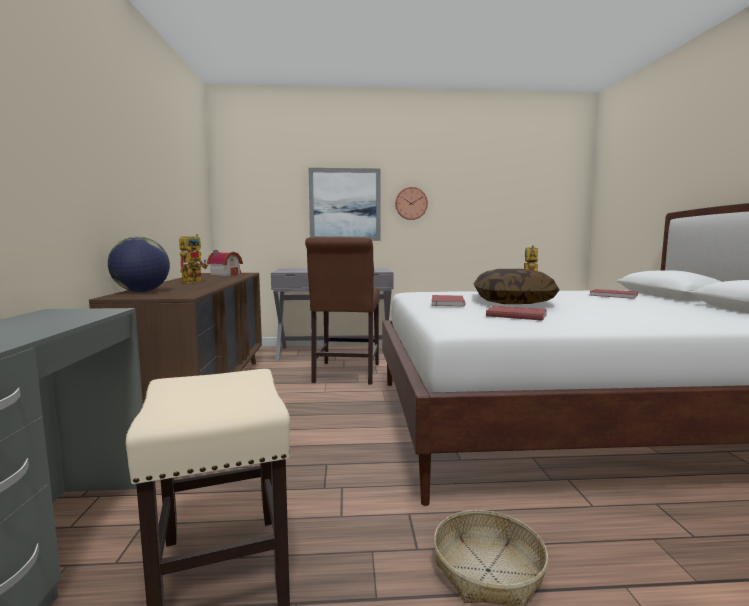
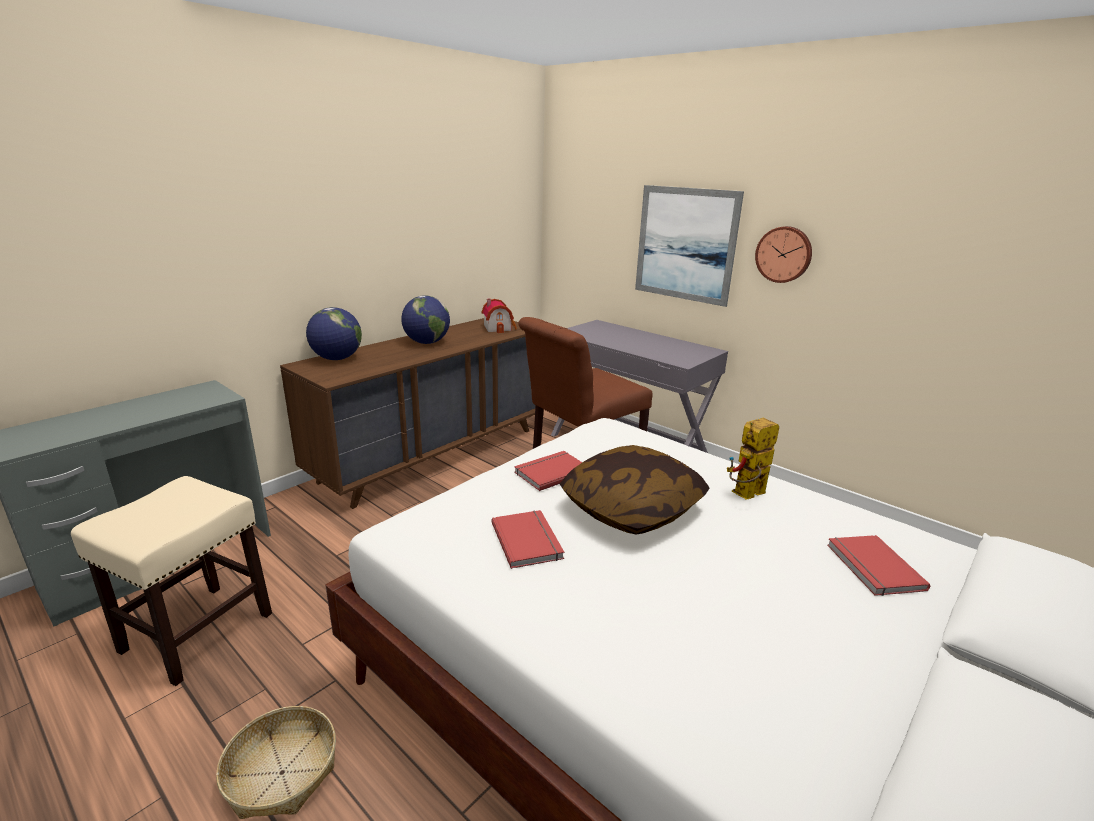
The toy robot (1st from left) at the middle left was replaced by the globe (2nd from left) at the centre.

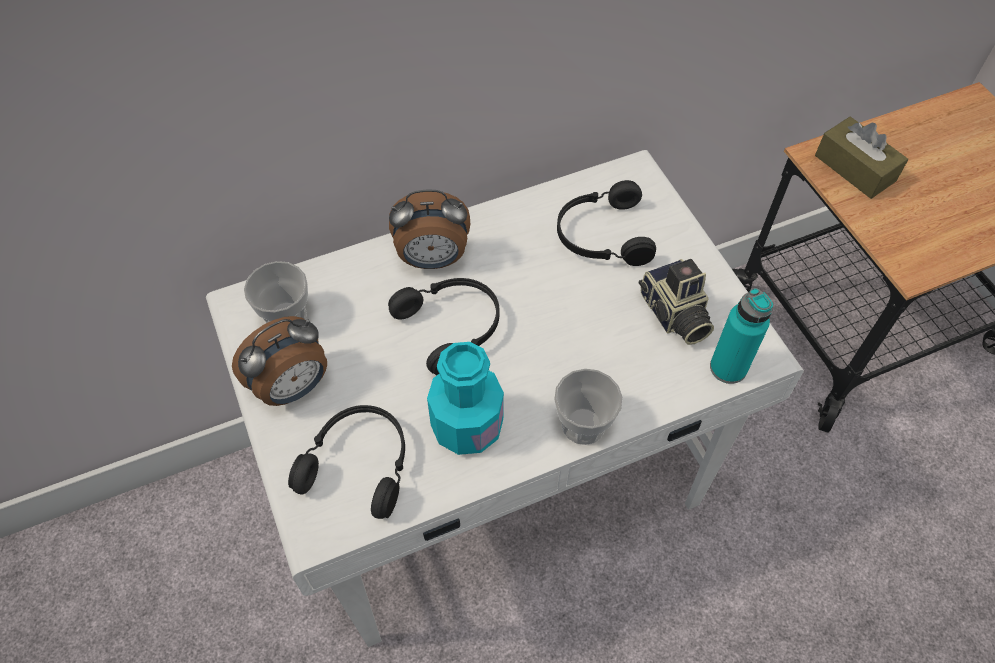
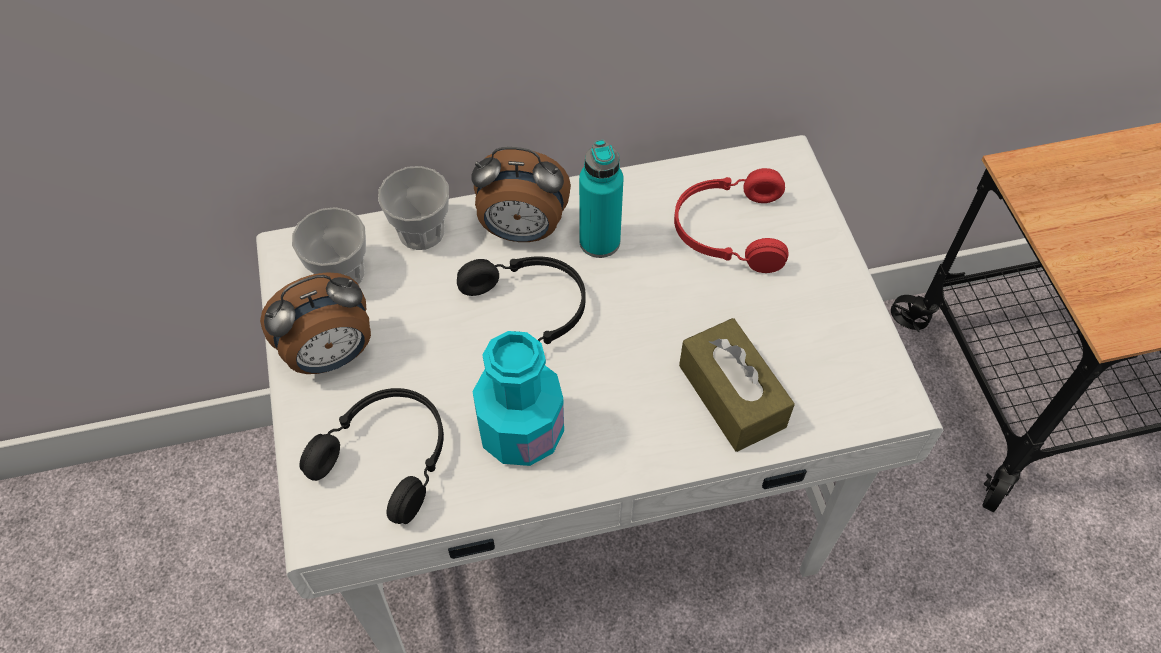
The photo camera at the middle right disappeared.
The cup (2nd from left) moved from the centre to the top centre.
The turquoise bottle (2nd from left) moved from the middle right to the top centre.
The brown tissue box moved from the top right to the centre.
The black headphones (3rd from left) at the centre became the red headphones at the centre.

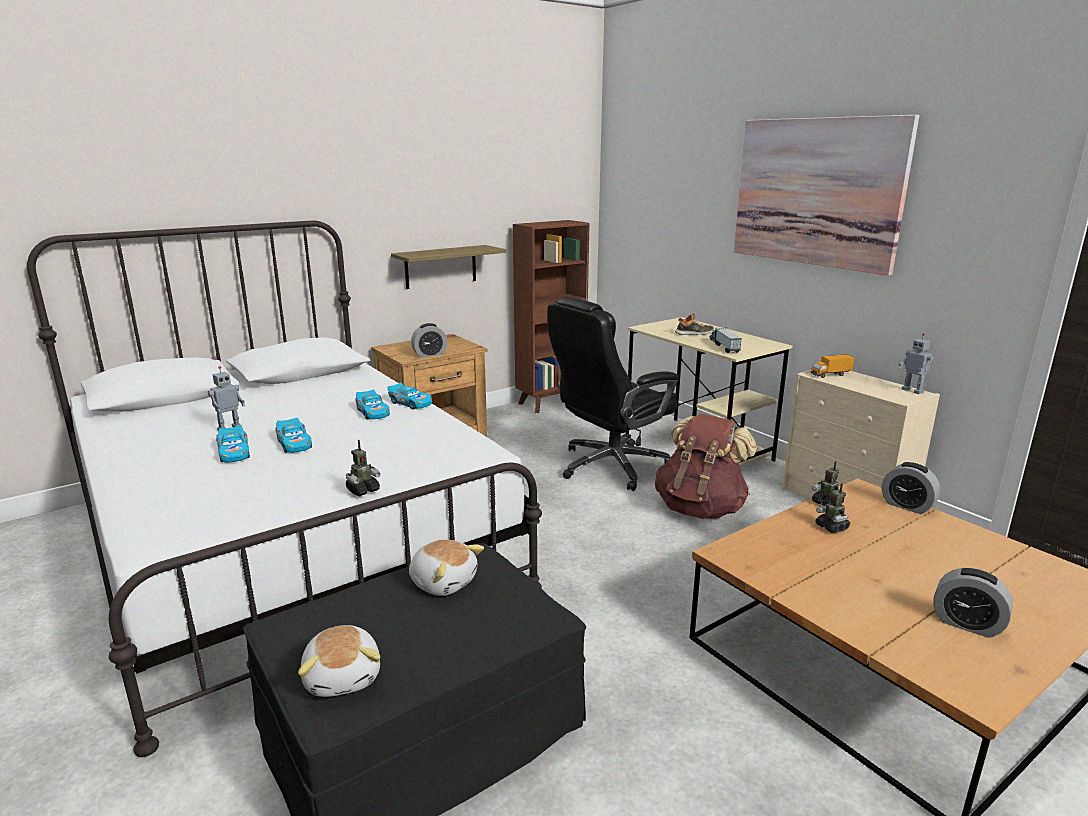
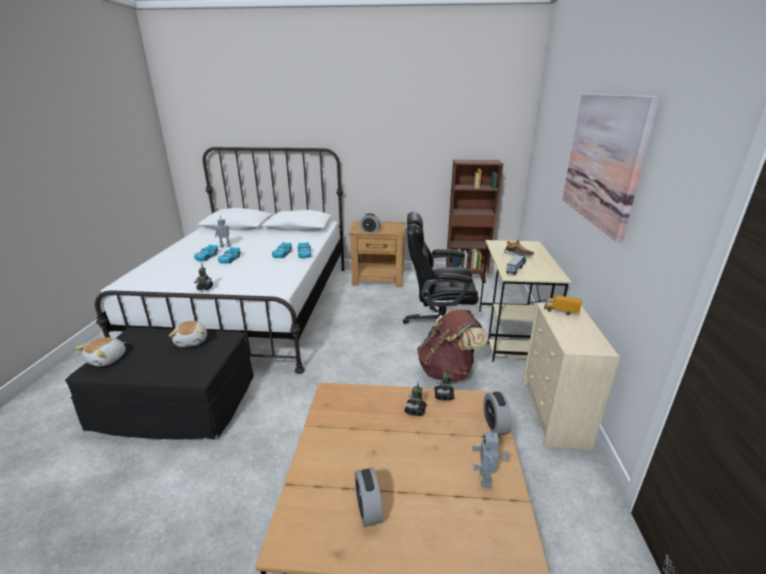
The shelf at the top centre disappeared.
The toy robot (5th from left) moved from the middle right to the bottom centre.

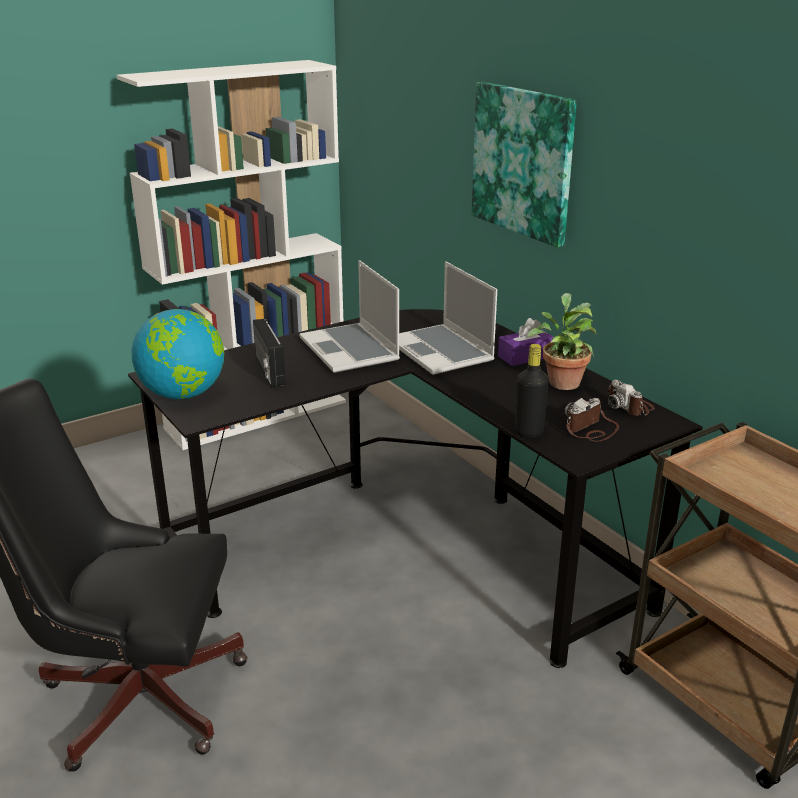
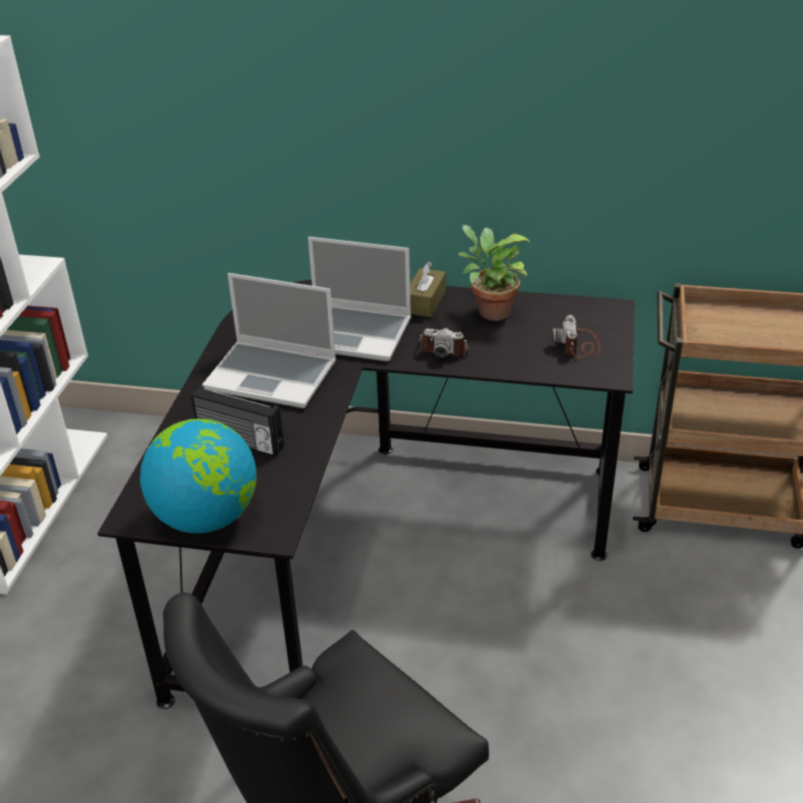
The picture at the top centre disappeared.
The black bottle at the middle right disappeared.
The photo camera (2nd from left in the first image) moved from the middle right to the centre.
The purple tissue box at the centre became the brown tissue box at the centre.

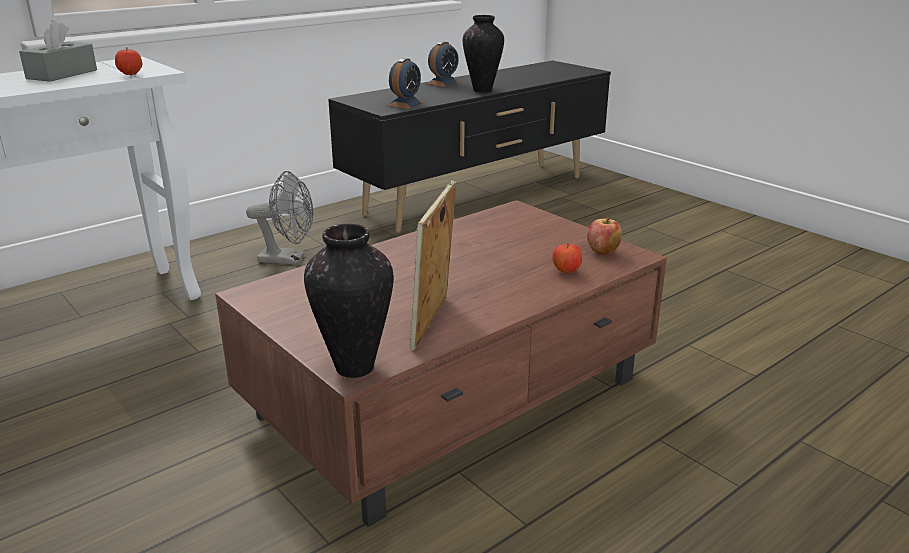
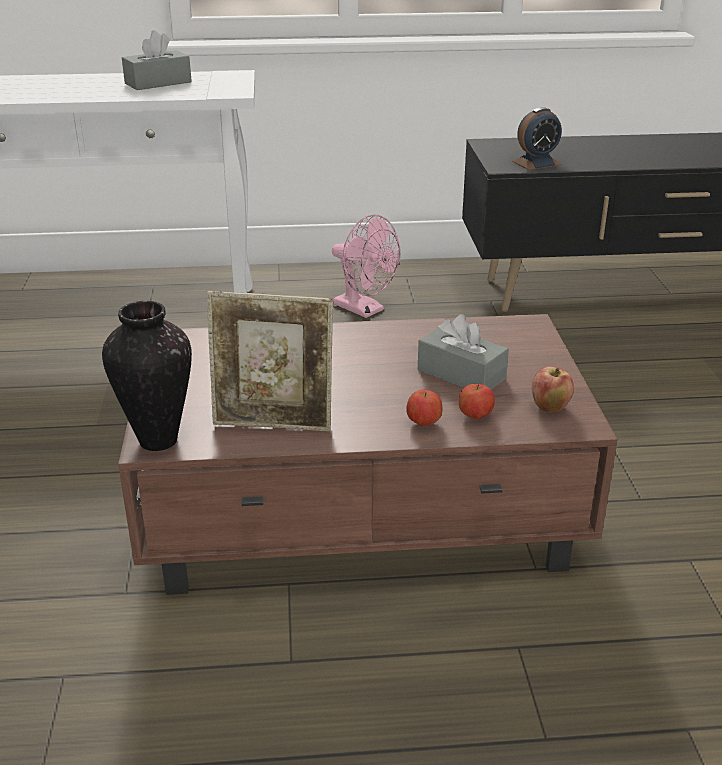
The alarm clock (2nd from left) at the top centre disappeared.
The vase (2nd from left) at the top centre disappeared.
The grey tissue box (2nd from left) at the centre appeared.
The apple (1st from left) moved from the top left to the centre.
The grey fan at the middle left became the pink fan at the centre.
The picture frame at the centre turned 135 degrees counterclockwise.

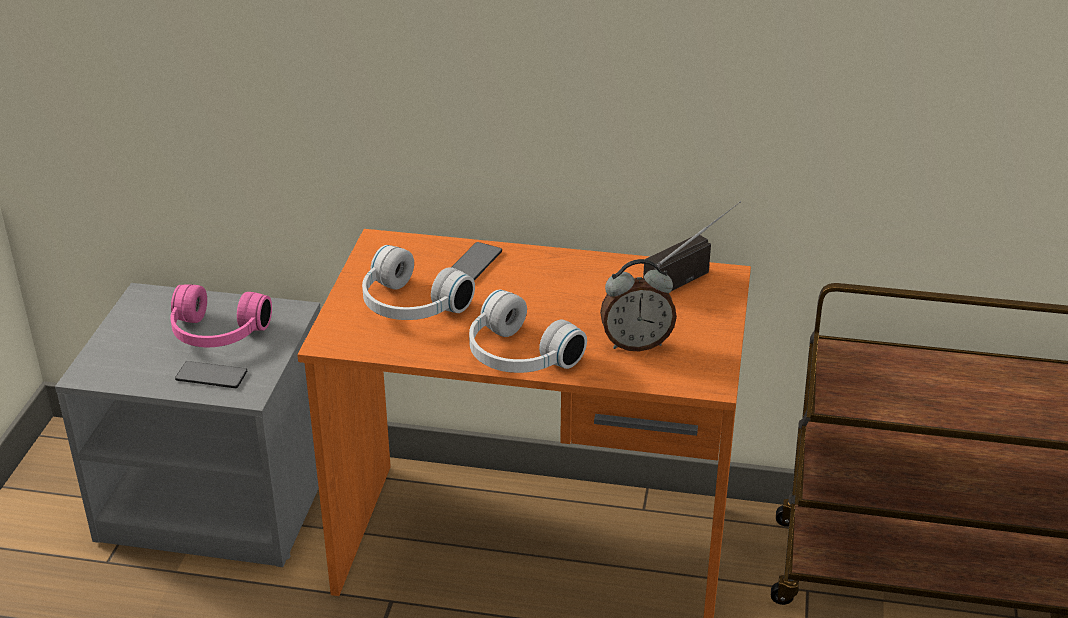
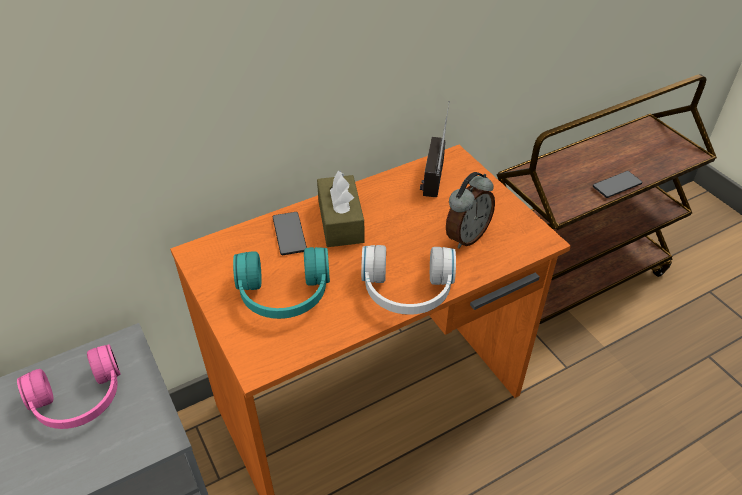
The brown tissue box at the centre appeared.
The phone (1st from left in the first image) moved from the middle left to the middle right.
The white headphones (1st from left) at the centre became the turquoise headphones at the centre.

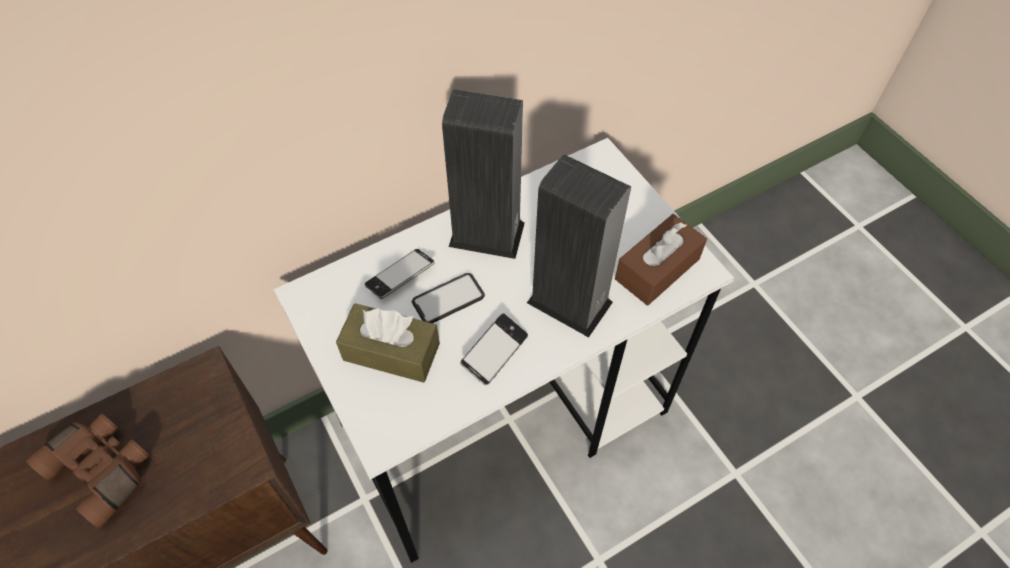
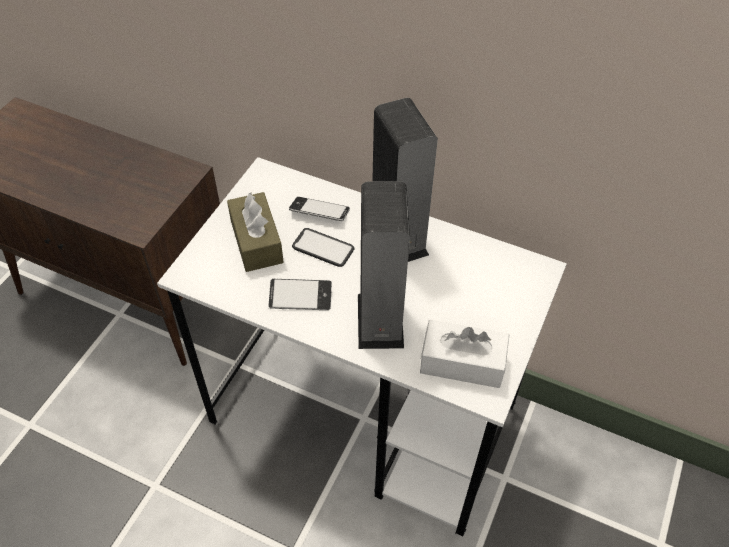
The brown binoculars at the bottom left disappeared.
The brown tissue box (2nd from left) at the centre became the white tissue box at the centre.

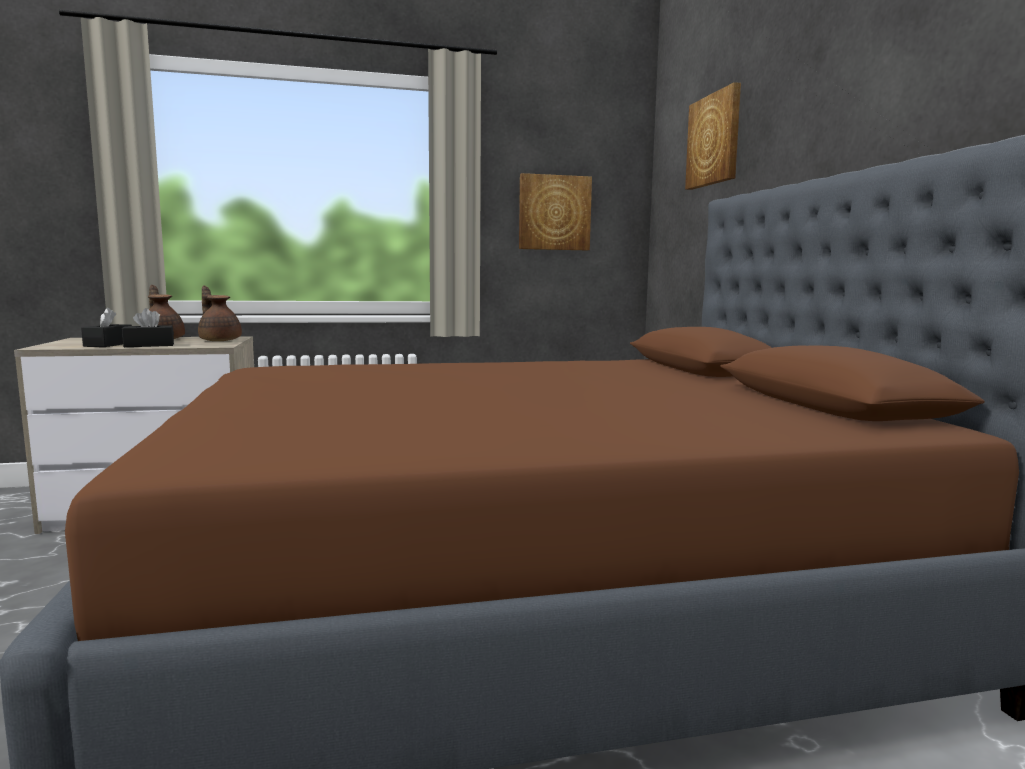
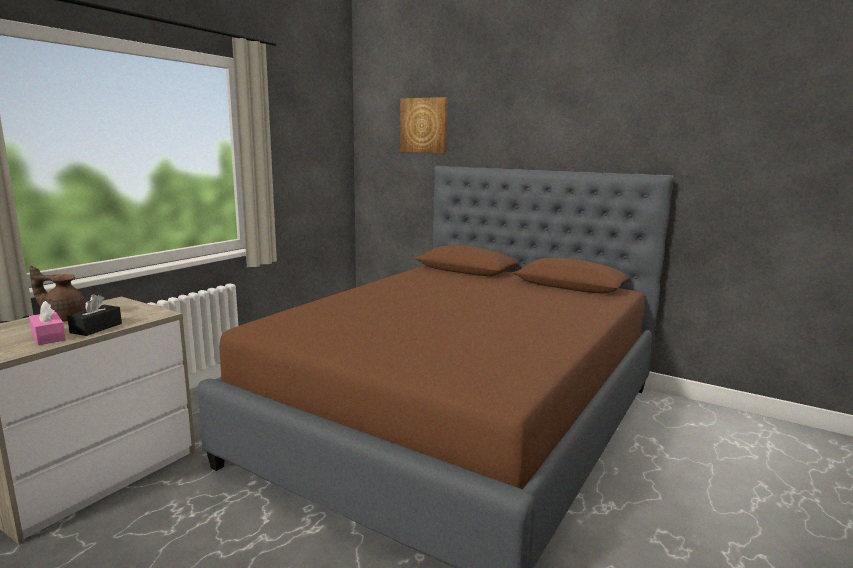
The brown teapot (2nd from left) at the middle left disappeared.
The picture (1st from left) at the top centre disappeared.
The black tissue box (1st from left) at the middle left became the pink tissue box at the middle left.

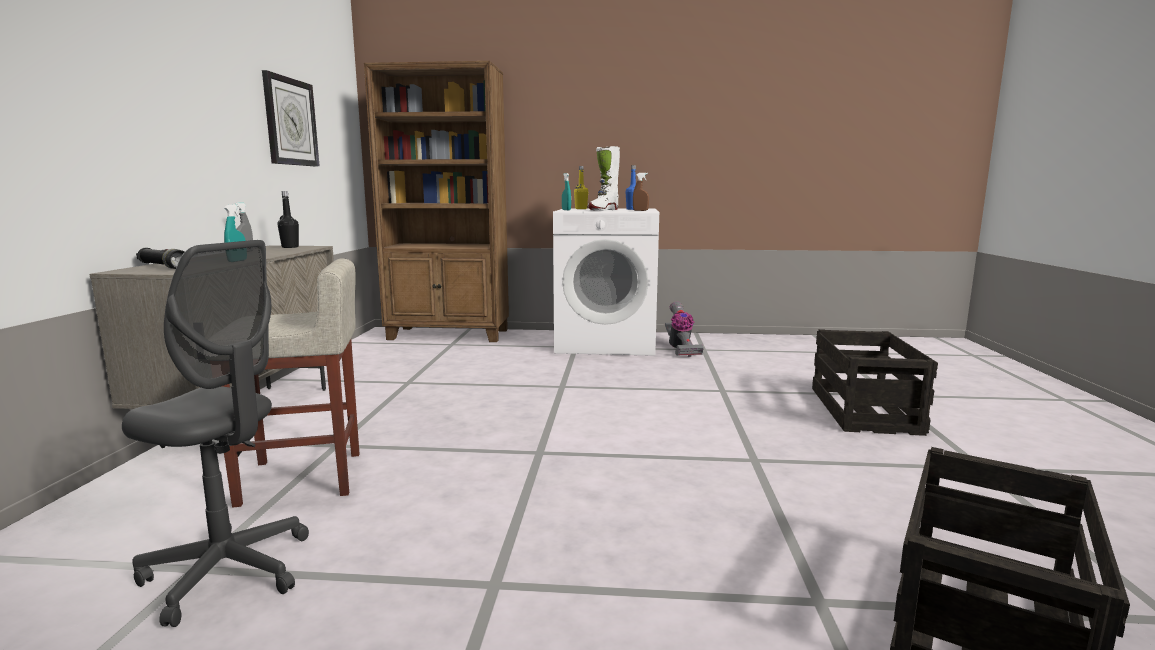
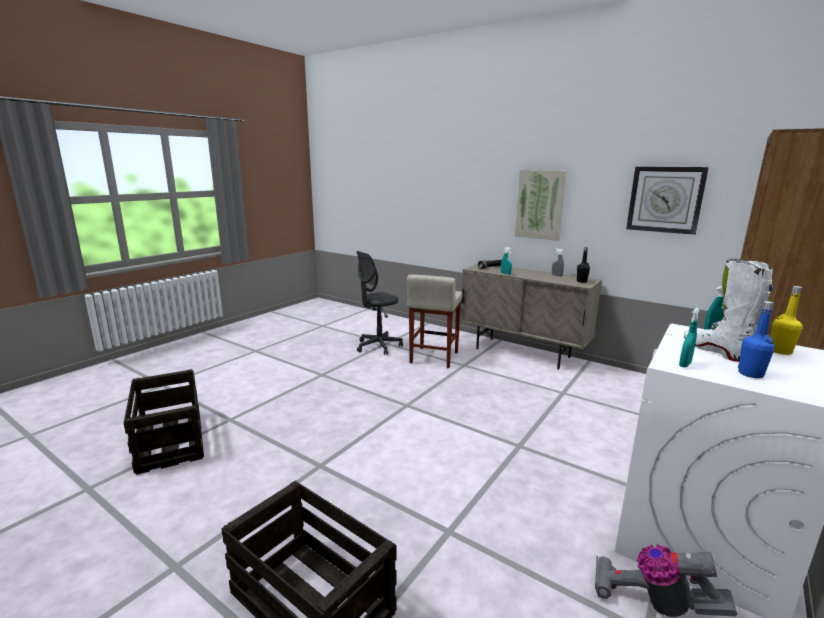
The picture at the top centre appeared.
The brown spray bottle at the top centre became the turquoise spray bottle (2nd from left) at the middle right.

